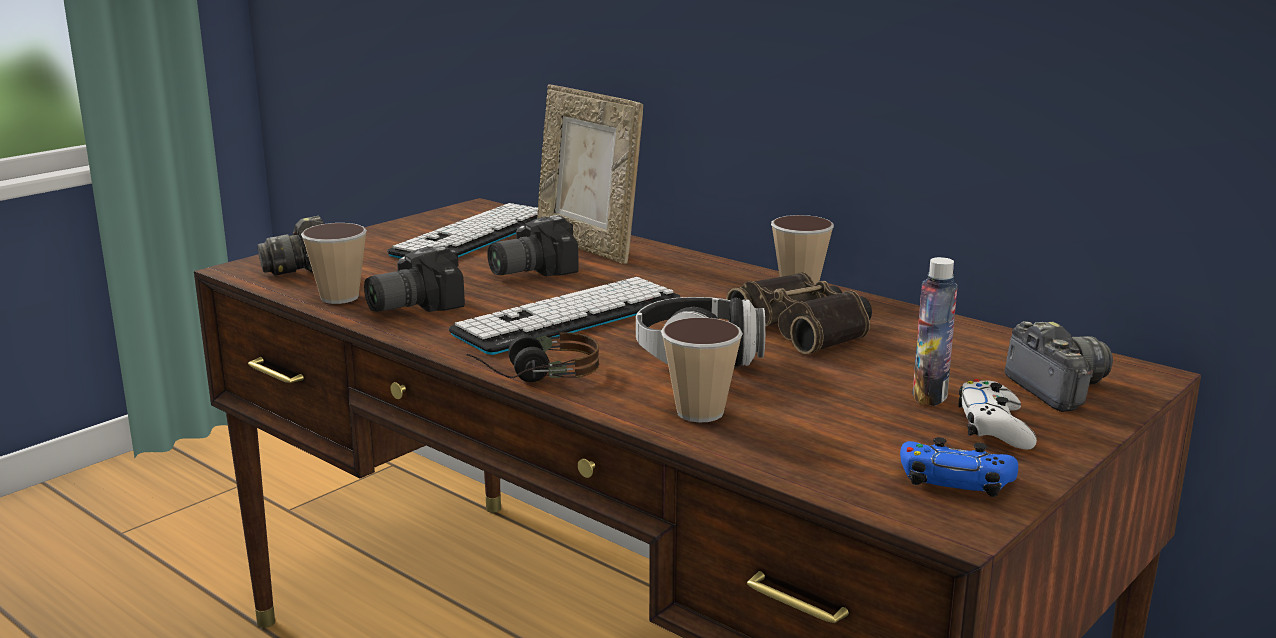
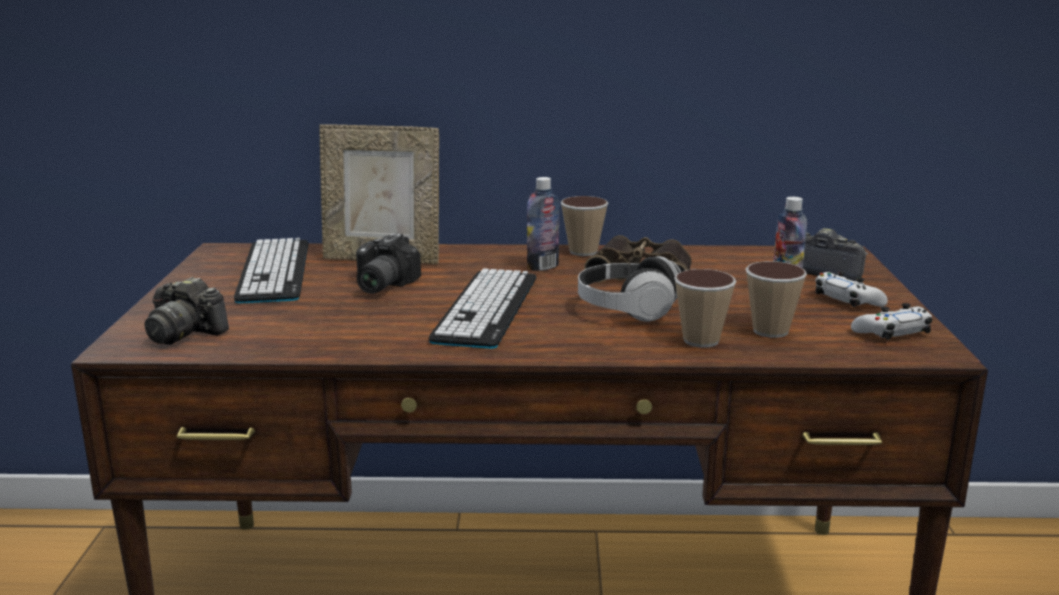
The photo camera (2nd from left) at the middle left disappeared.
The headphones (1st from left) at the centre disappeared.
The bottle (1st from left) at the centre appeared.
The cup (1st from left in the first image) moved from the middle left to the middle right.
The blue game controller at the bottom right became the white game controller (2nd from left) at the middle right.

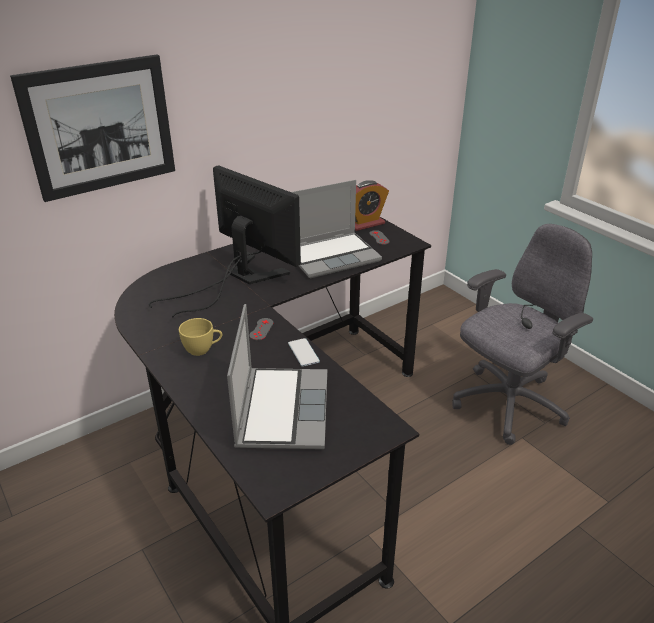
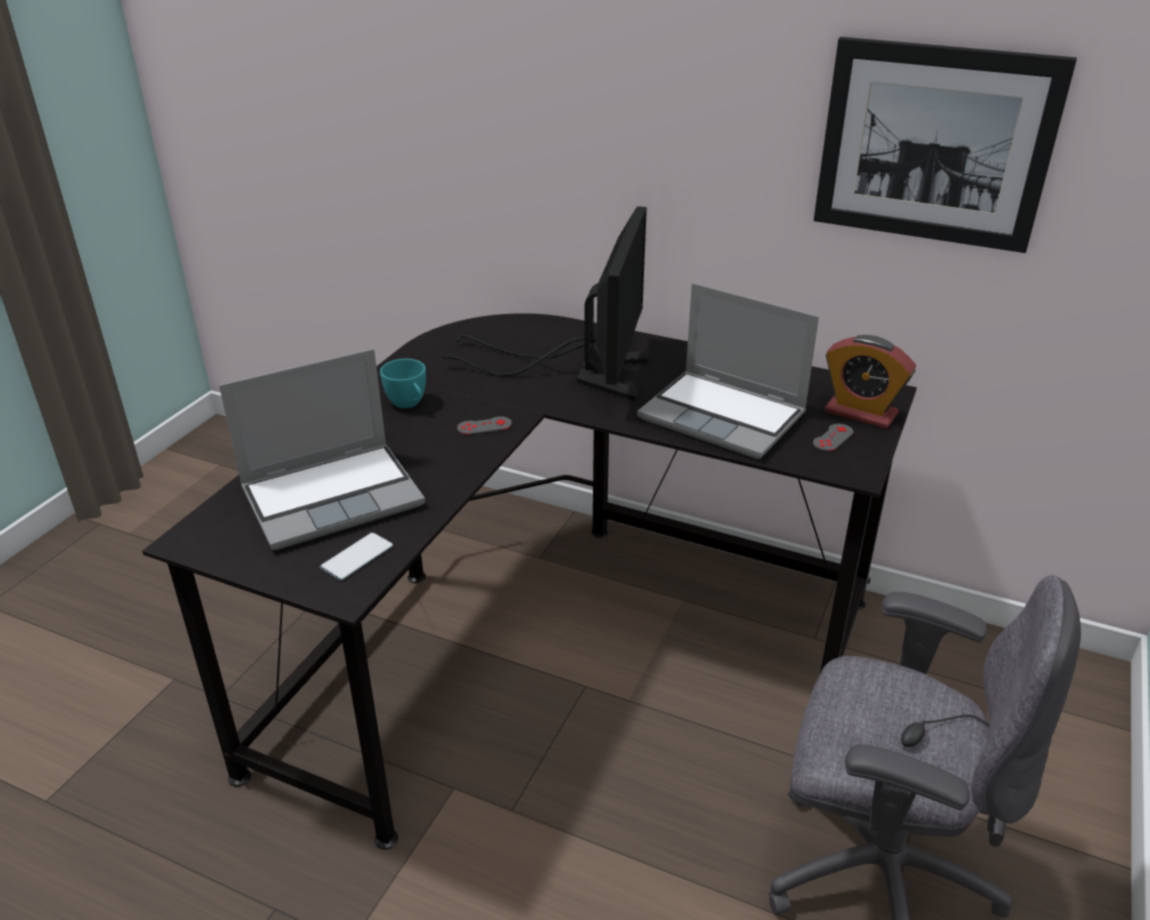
The picture moved from the top left to the top right.
The phone moved from the centre to the middle left.
The yellow cup at the middle left became the turquoise cup at the centre.

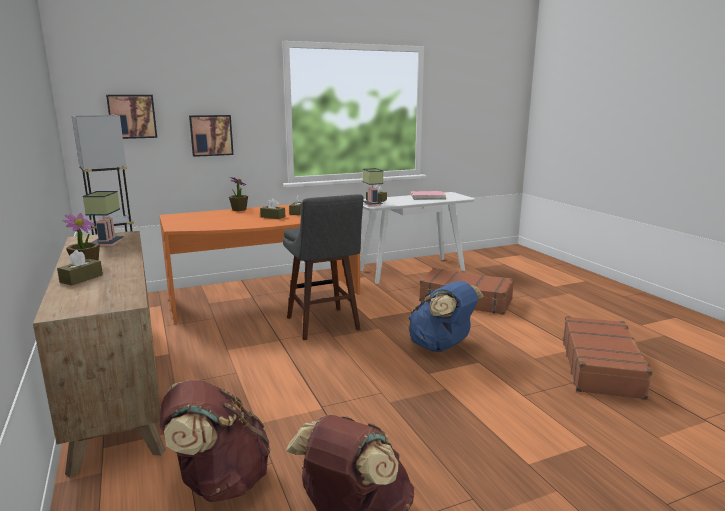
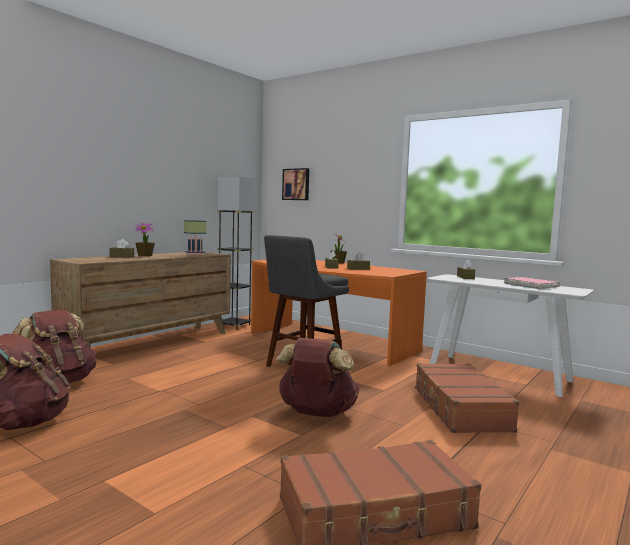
The picture (2nd from left) at the top left disappeared.
The table lamp (2nd from left) at the centre disappeared.
The blue backpack at the centre became the brown backpack (3rd from left) at the bottom centre.

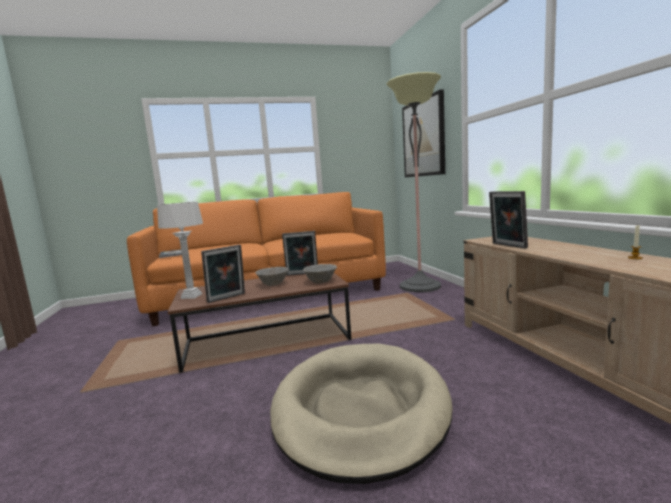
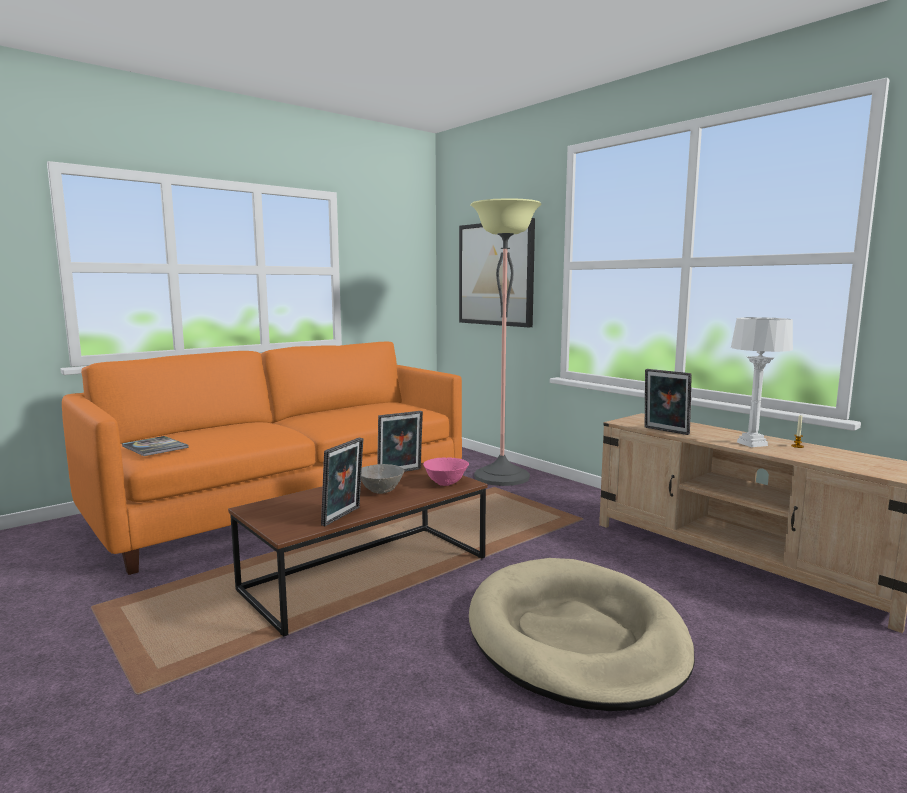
The white table lamp moved from the middle left to the middle right.
The grey bowl (2nd from left) at the centre became the pink bowl at the centre.

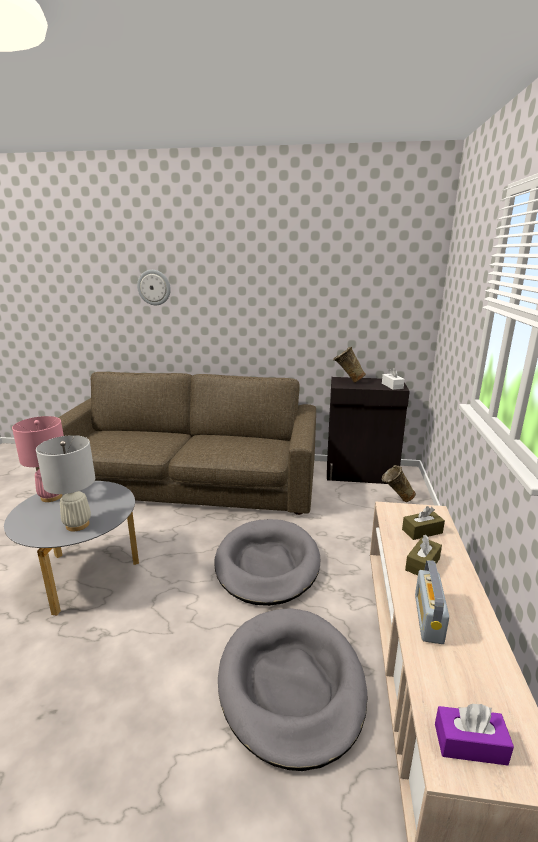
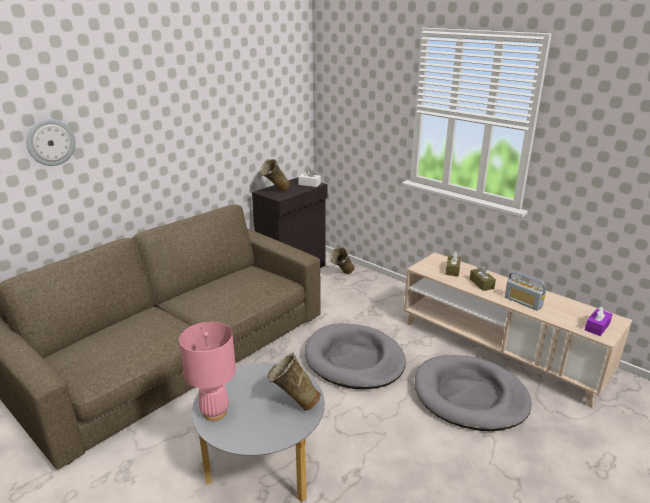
The white table lamp at the middle left was replaced by the beige vase (2nd from left) at the bottom centre.

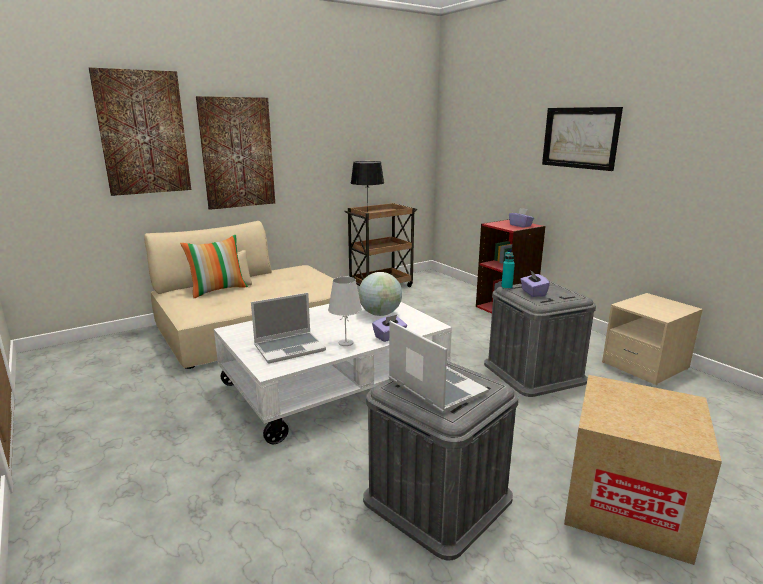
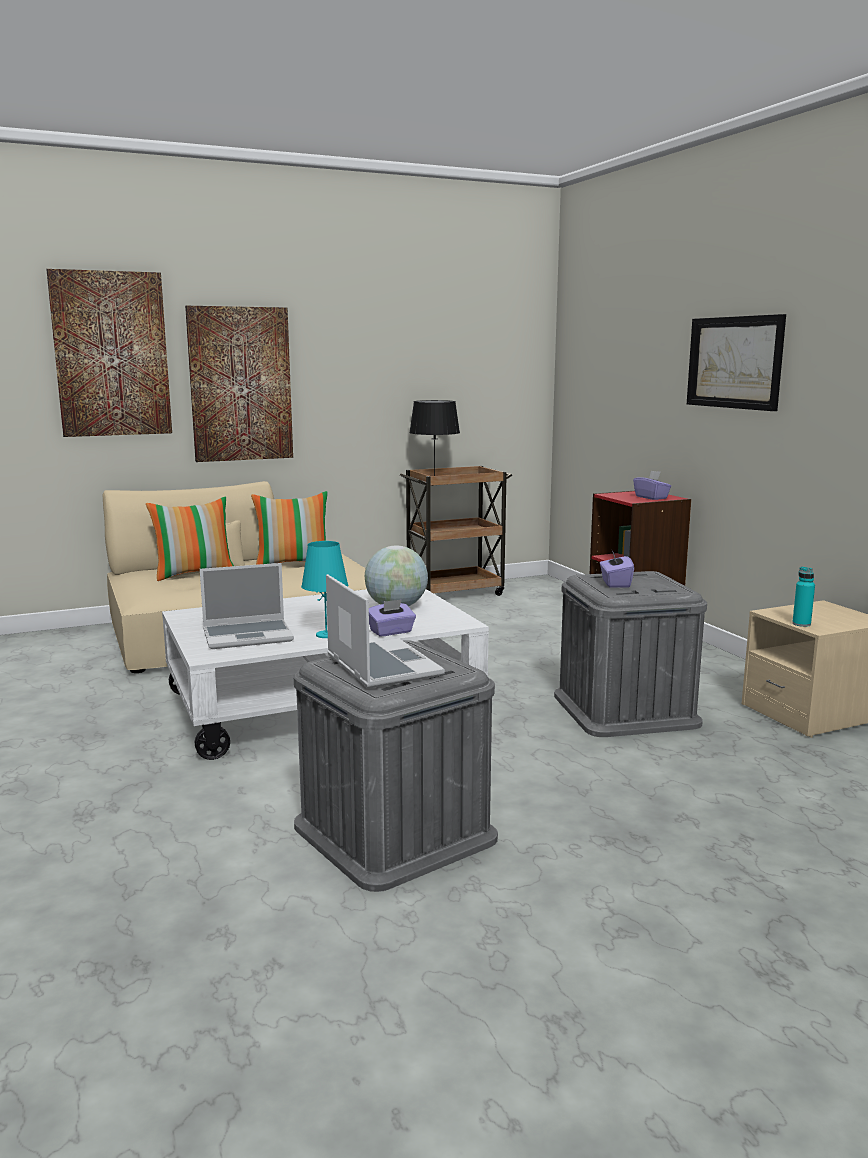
The cardboard box at the bottom right disappeared.
The pillow (2nd from left) at the middle left appeared.
The turquoise bottle moved from the centre to the middle right.
The white table lamp at the centre became the turquoise table lamp at the centre.

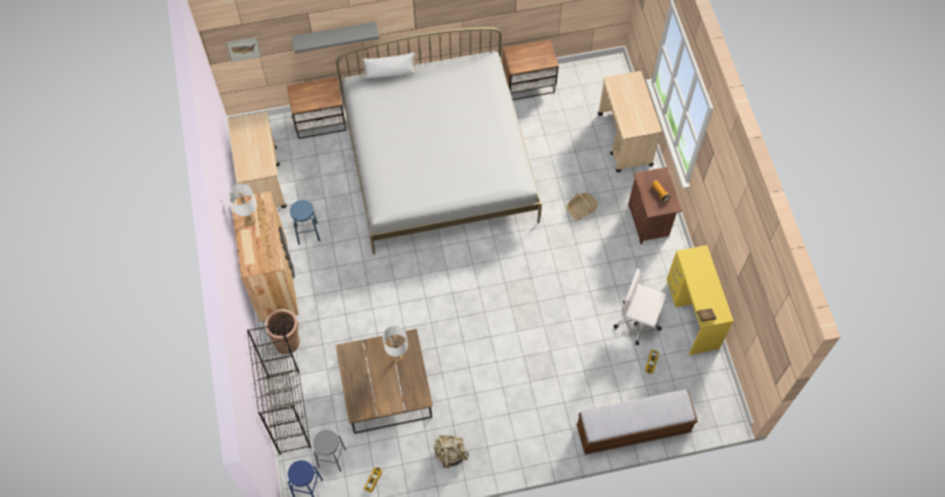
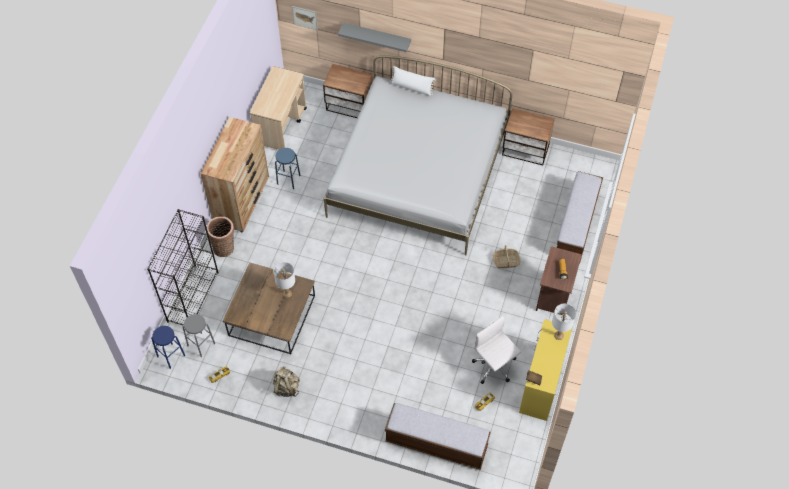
The white table lamp (1st from left in the first image) moved from the middle left to the middle right.
The beige cart (2nd from left) at the top right was replaced by the bench (2nd from left) at the middle right.

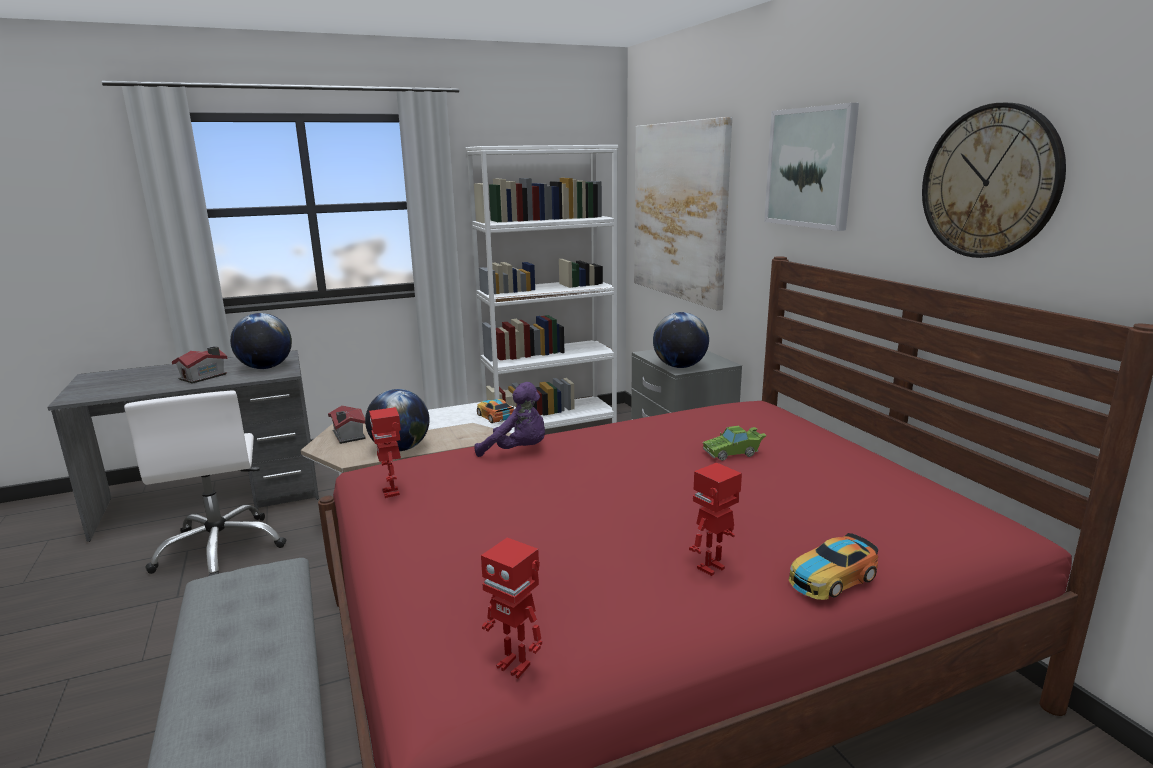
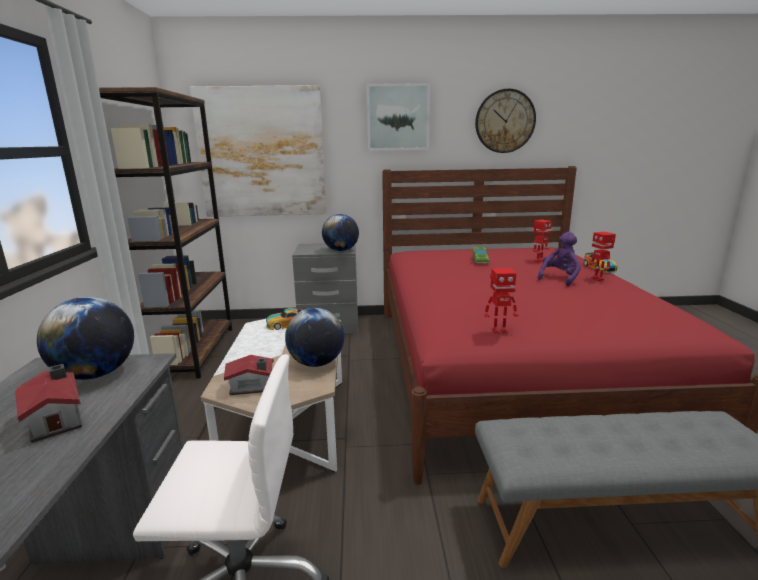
The purple plush toy moved from the centre to the middle right.
The toy robot (2nd from left) moved from the bottom centre to the middle right.
The white bookcase at the centre became the brown bookcase at the middle left.

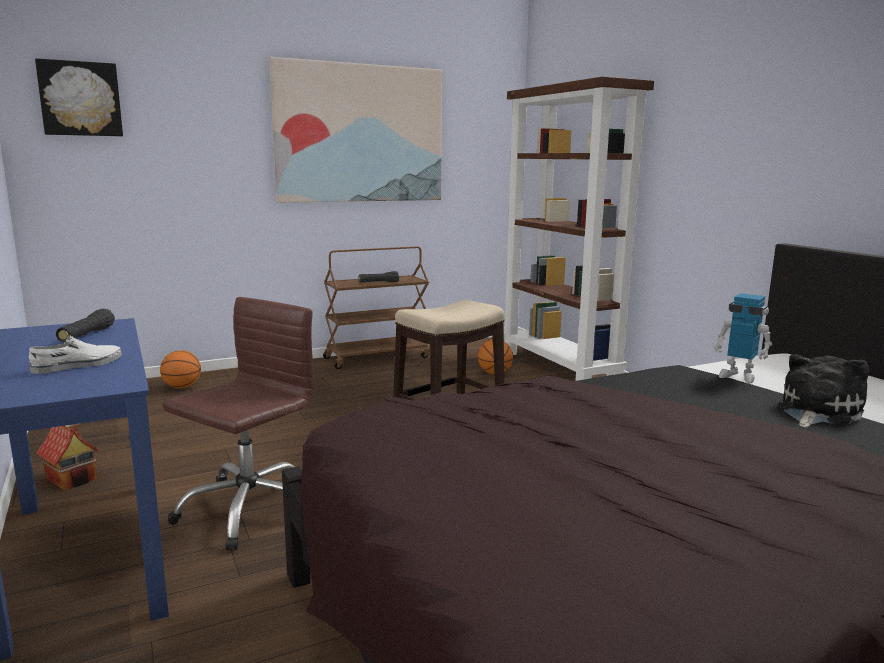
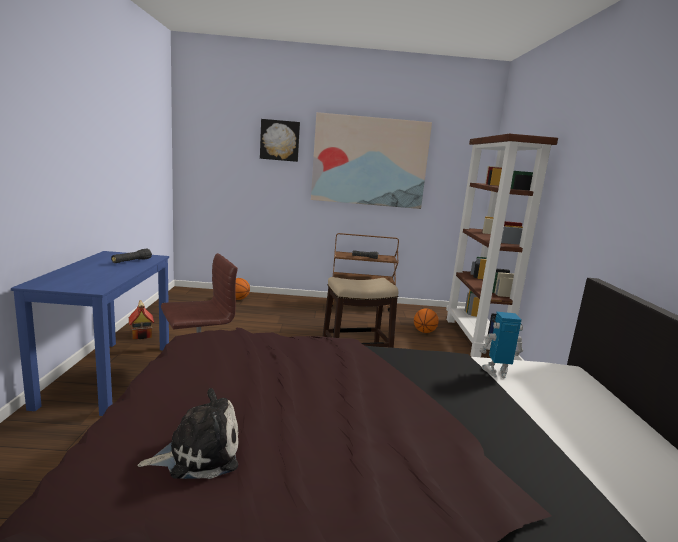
The white shoe at the middle left disappeared.
The picture (1st from left) moved from the top left to the top centre.
The plush toy moved from the middle right to the bottom left.
The toy robot at the middle right turned 120 degrees clockwise.

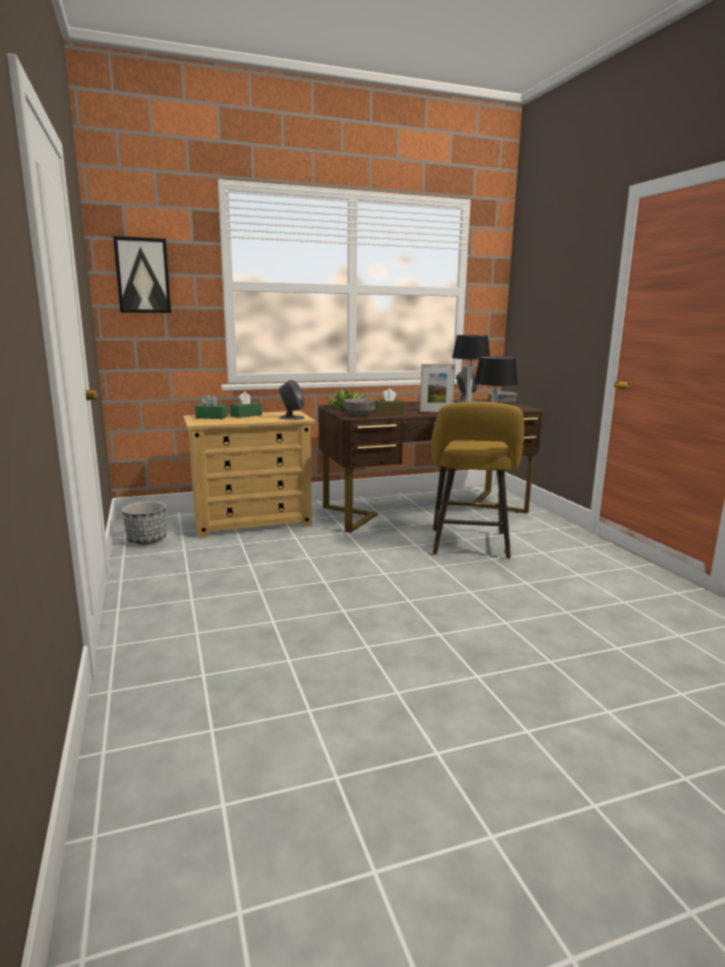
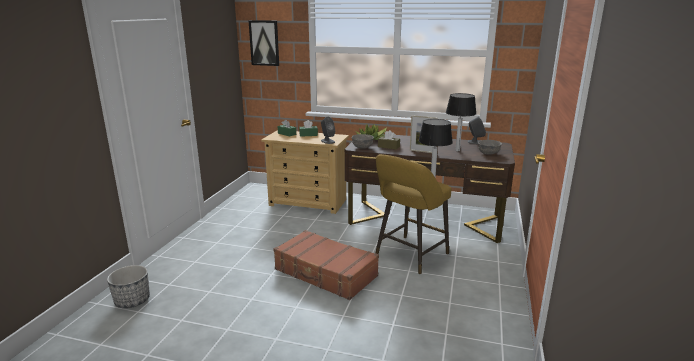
The brown suitcase at the bottom centre appeared.
The planter moved from the middle left to the bottom left.

